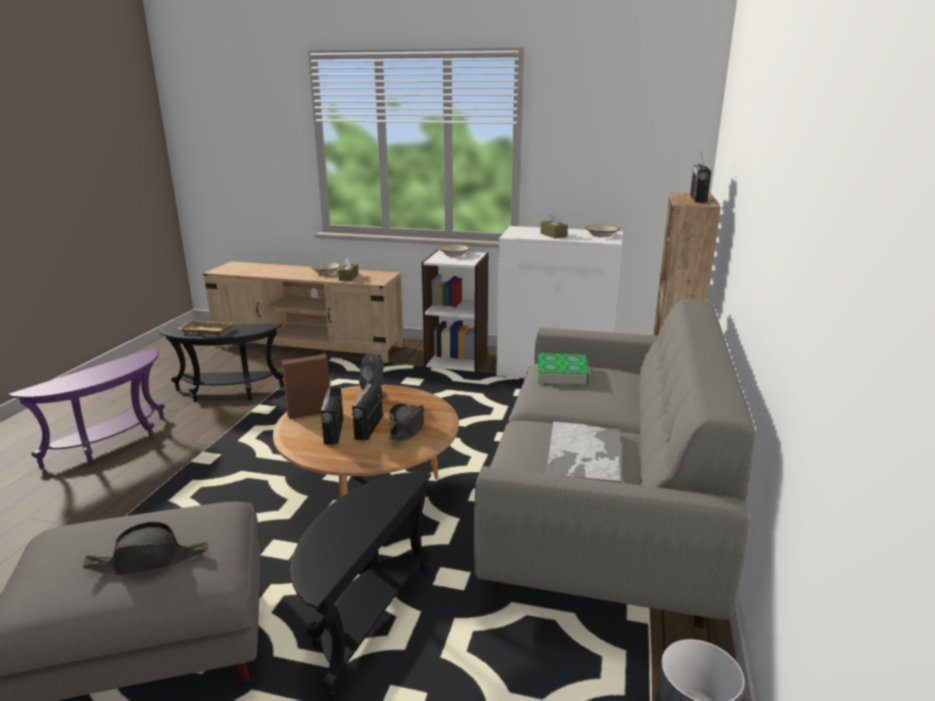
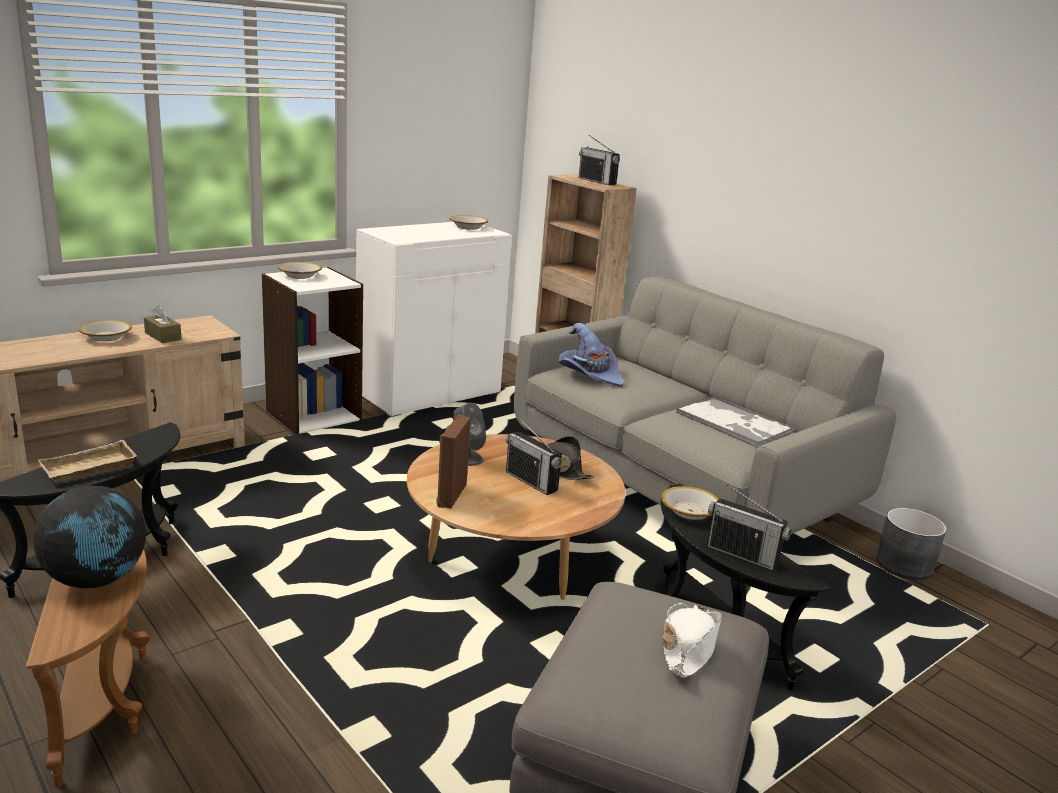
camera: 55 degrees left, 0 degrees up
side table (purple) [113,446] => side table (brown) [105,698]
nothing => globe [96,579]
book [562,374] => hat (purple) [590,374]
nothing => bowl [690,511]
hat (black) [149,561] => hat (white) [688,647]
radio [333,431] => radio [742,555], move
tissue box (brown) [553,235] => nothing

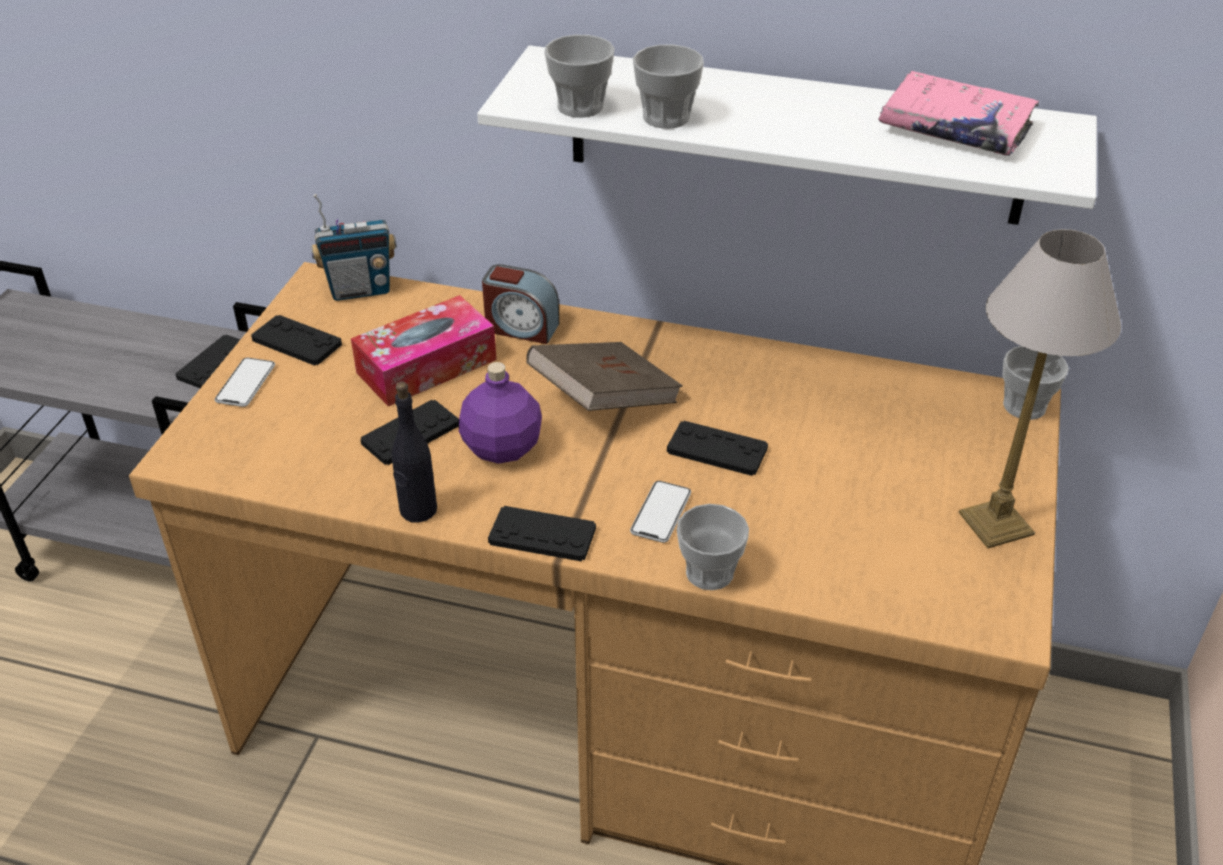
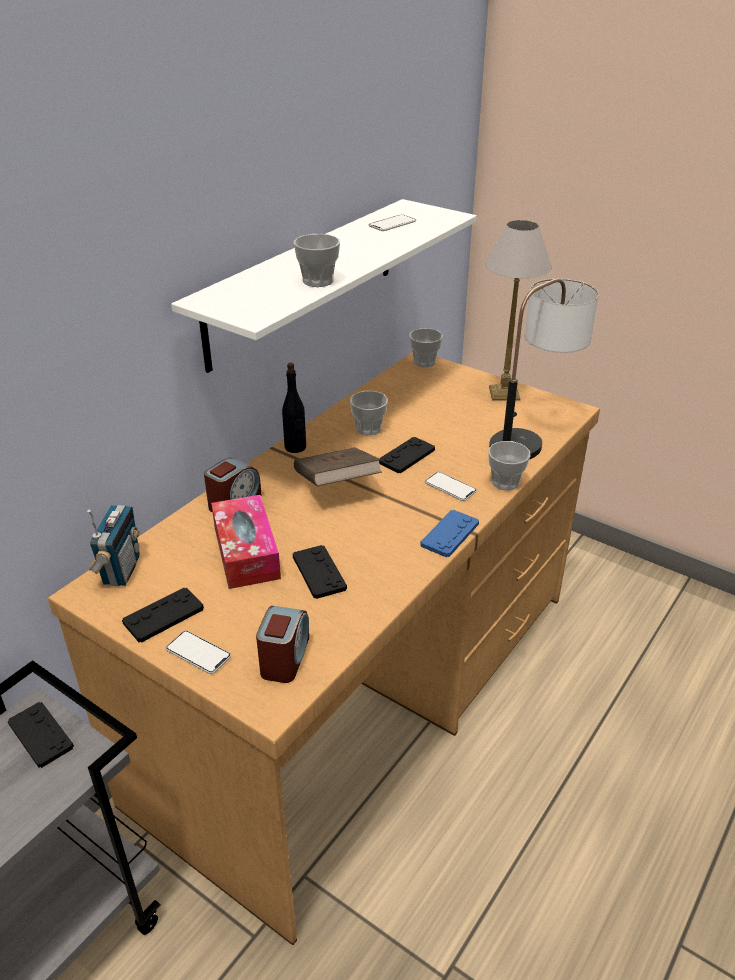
camera: 70 degrees left, 5 degrees down
nothing => alarm clock [285,658]
bottle (black) [418,510] => bottle (black) [295,447], move
cup [580,106] => cup [368,428], move
book (pink) [955,129] => phone [392,224]
game controller (black) [542,535] => game controller (blue) [450,534]
nothing => table lamp [532,437]
bottle (purple) [501,447] => nothing

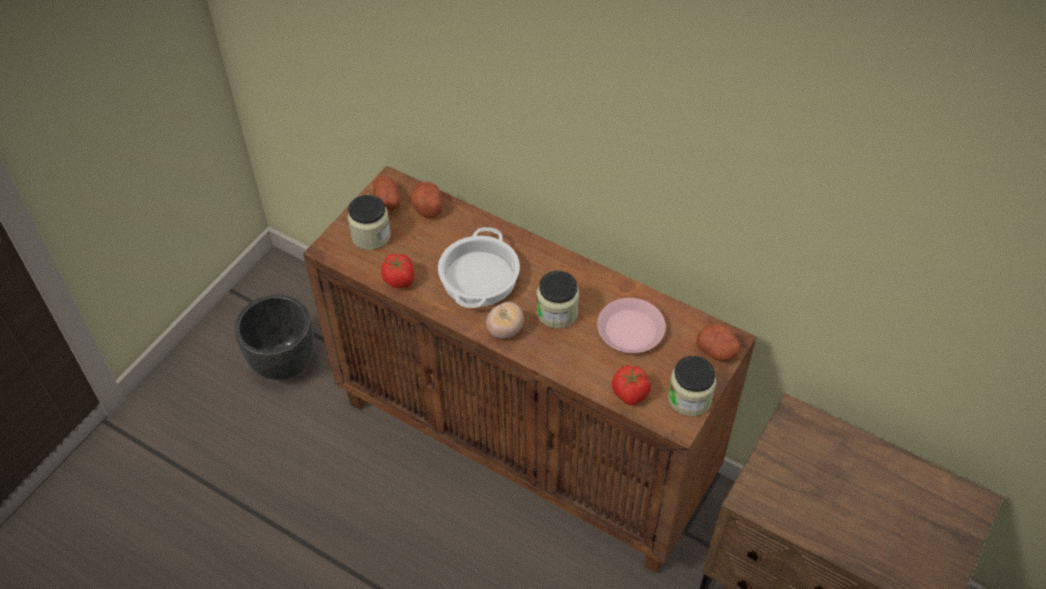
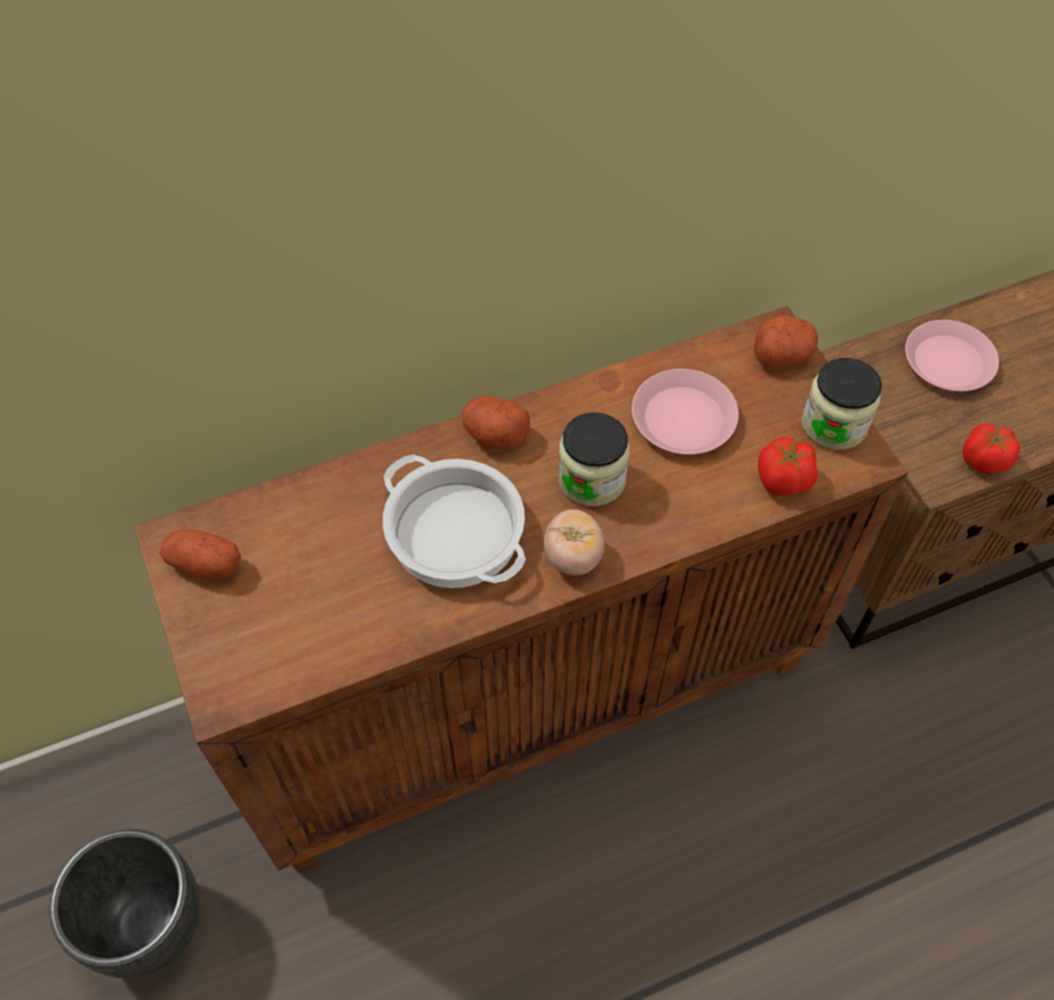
camera: 55 degrees left, 5 degrees up
potato [427,207] => potato [494,434], move
nothing => plate (pink) [948,362]
tomato [399,279] => tomato [983,460], move
jar [371,235] => nothing

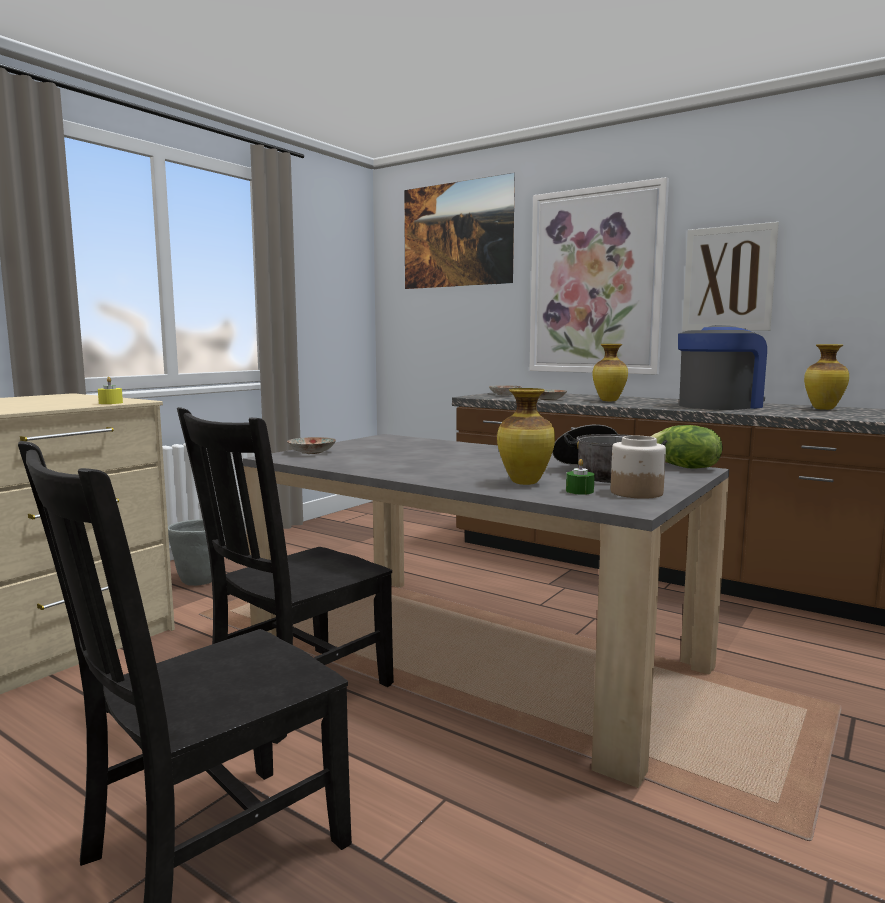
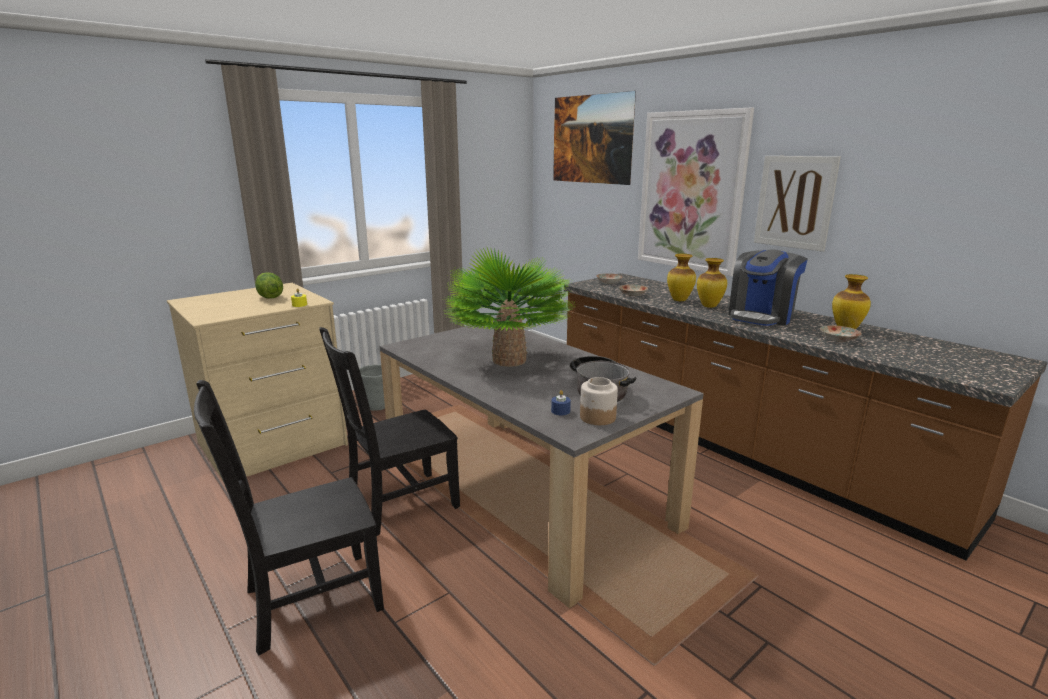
camera: 15 degrees right, 10 degrees up
lettuce [684,467] => lettuce [269,297], move
nothing => potted plant [509,360]
candle (green) [579,491] => candle (blue) [560,411]
vase [526,483] => vase [709,306], move
coffee machine [720,406] => coffee machine [761,316], 150 degrees clockwise
plate [312,452] => plate [838,339], move

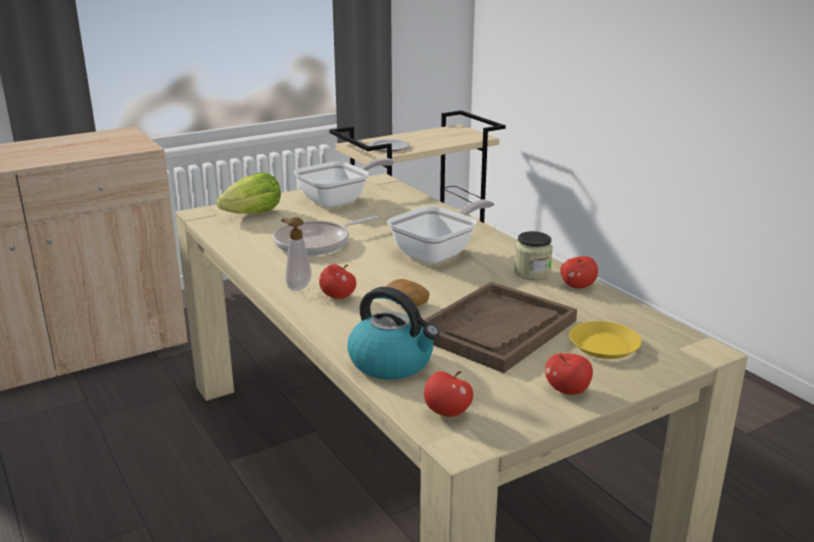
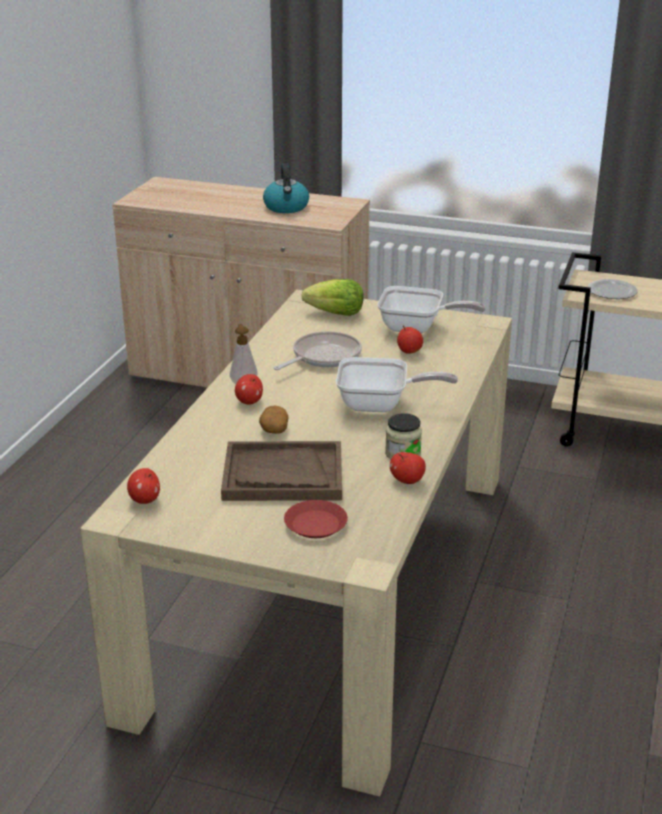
camera: 50 degrees right, 5 degrees up
kettle [392,363] => kettle [286,207], move
frying pan [317,243] => frying pan [323,357], 120 degrees clockwise
plate (yellow) [603,345] => plate (red) [315,524]
apple [567,390] => apple [409,351], move

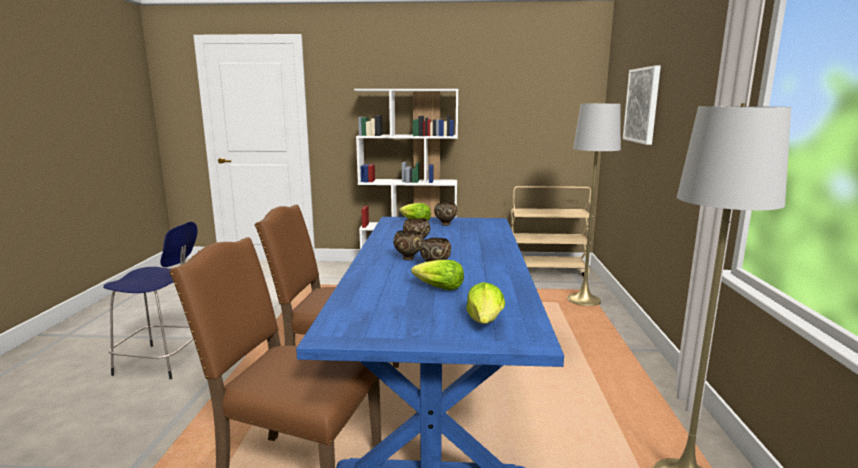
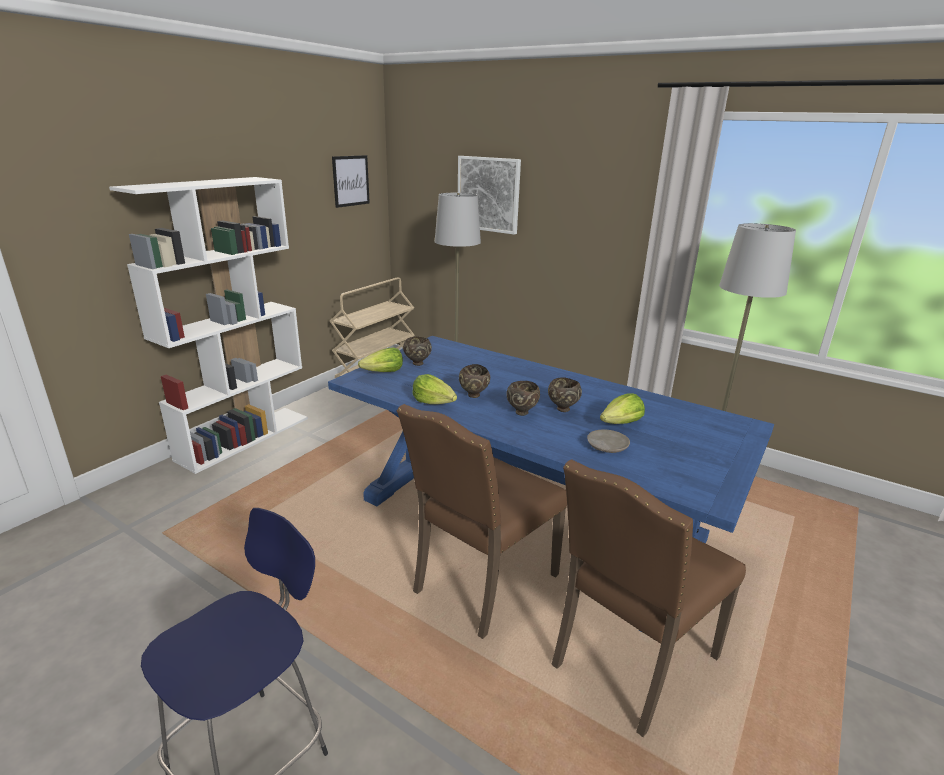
camera: 60 degrees left, 10 degrees up
nothing => picture [351,181]
lettuce [485,321] => lettuce [434,402], move
nothing => plate (beige) [606,447]

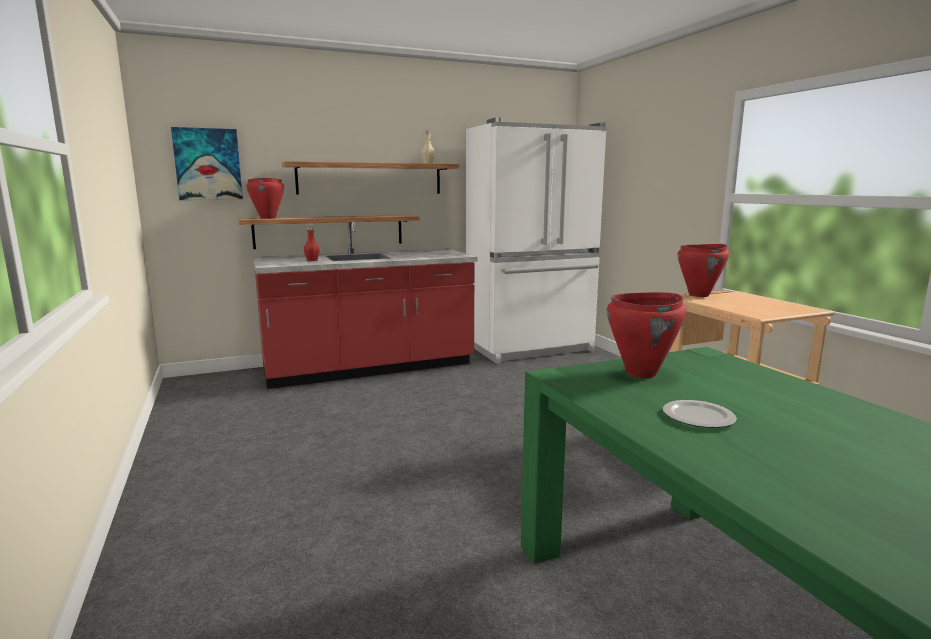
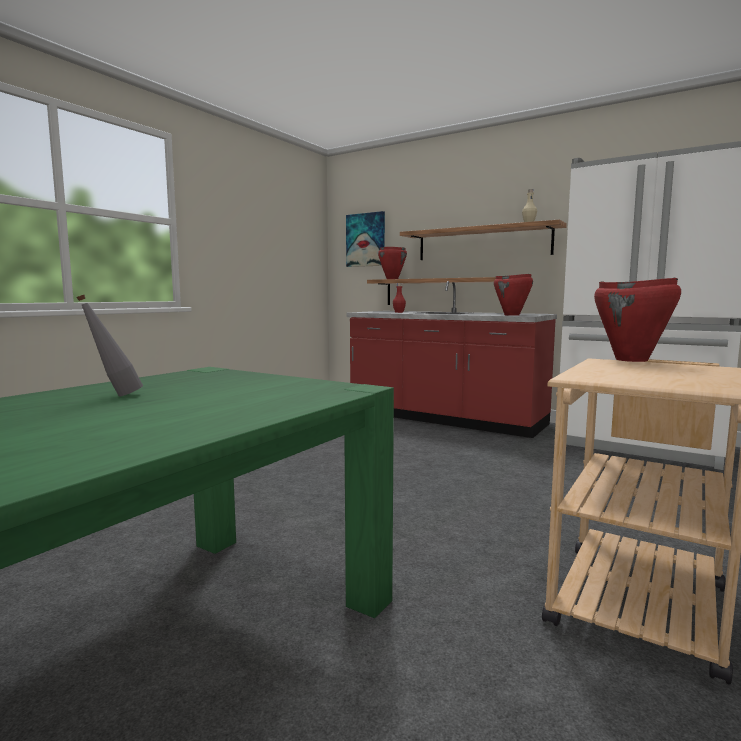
camera: 55 degrees right, 5 degrees down
plate [697,417] => bottle (grey) [114,396]
cooking pot (red) [642,373] => cooking pot (red) [512,315], move

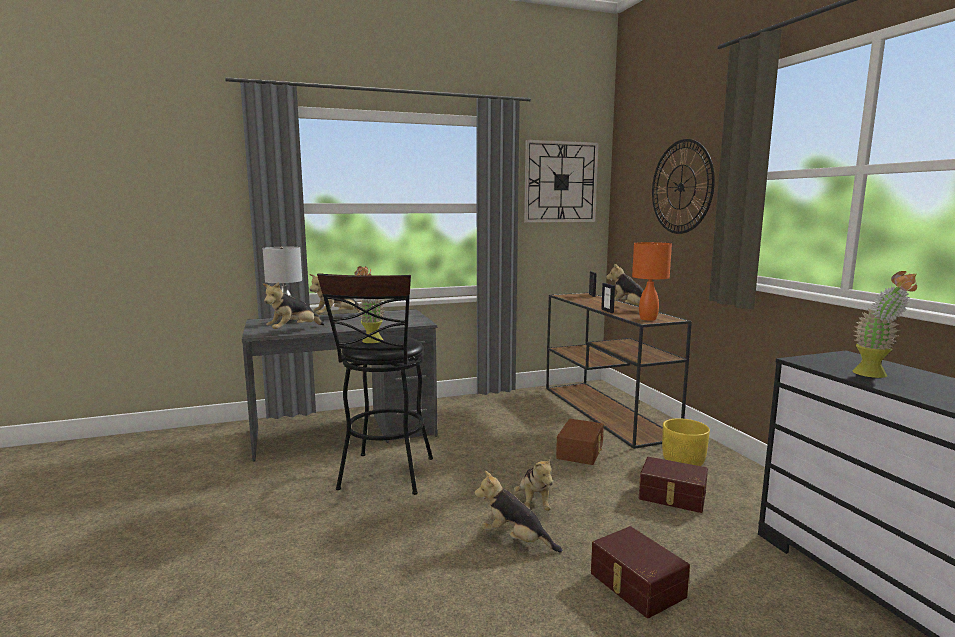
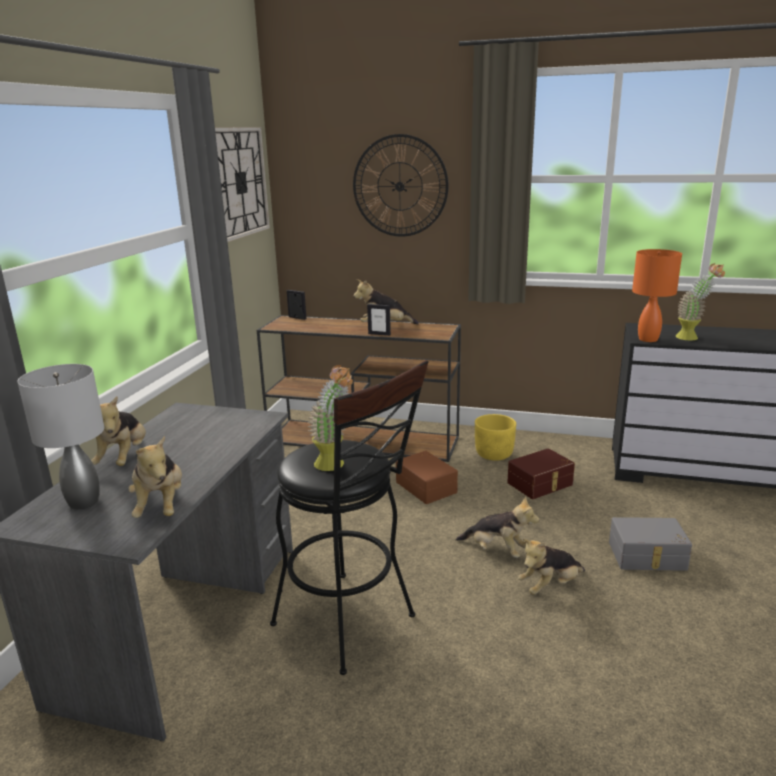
camera: 55 degrees left, 10 degrees up
storage box (brown) [636,585] => storage box (grey) [647,556]
table lamp (orange) [648,319] => table lamp (orange) [649,339], move

